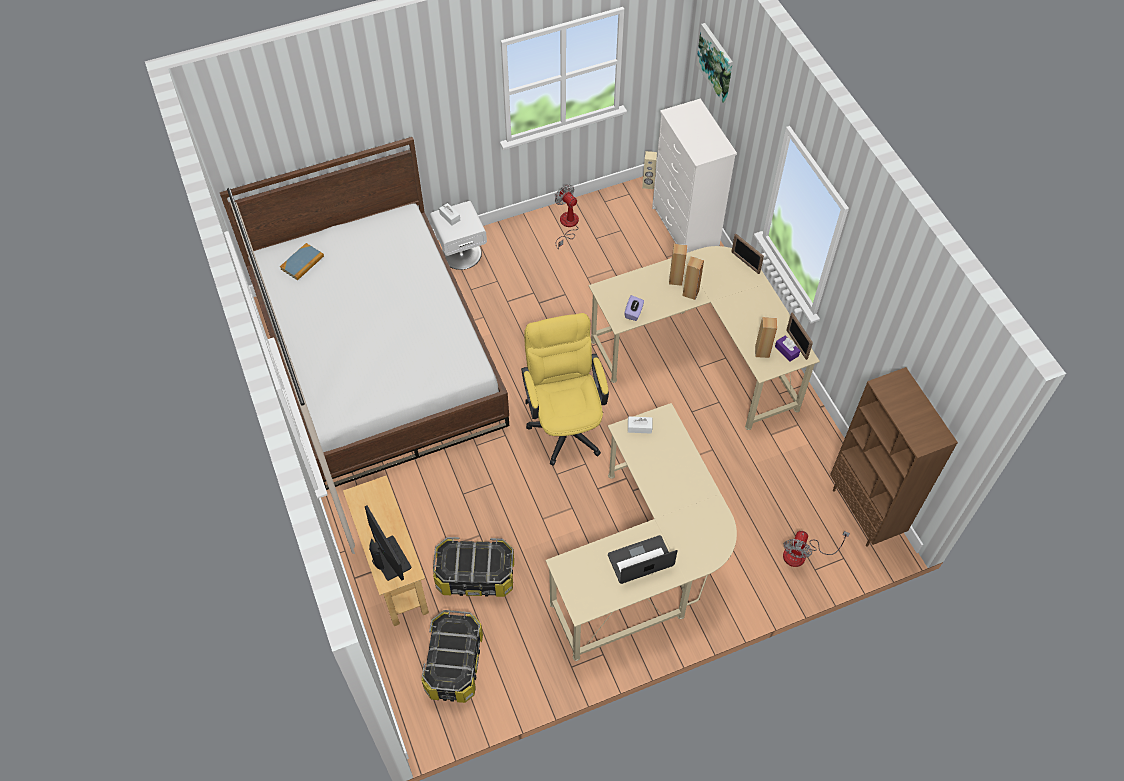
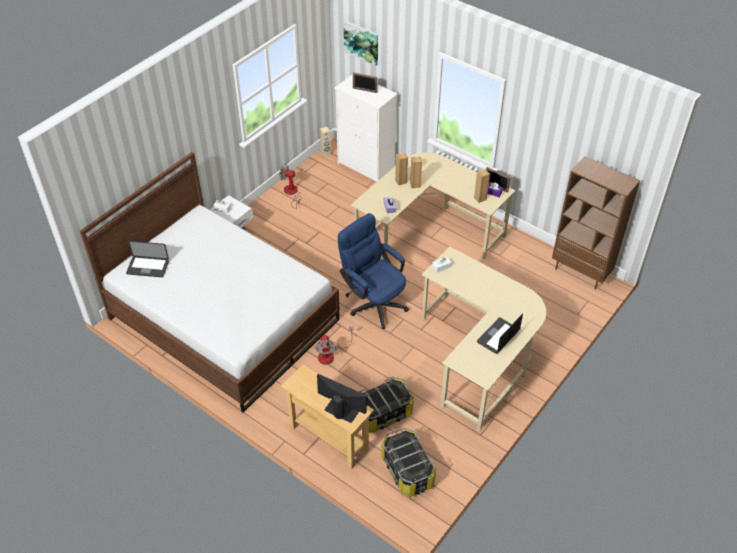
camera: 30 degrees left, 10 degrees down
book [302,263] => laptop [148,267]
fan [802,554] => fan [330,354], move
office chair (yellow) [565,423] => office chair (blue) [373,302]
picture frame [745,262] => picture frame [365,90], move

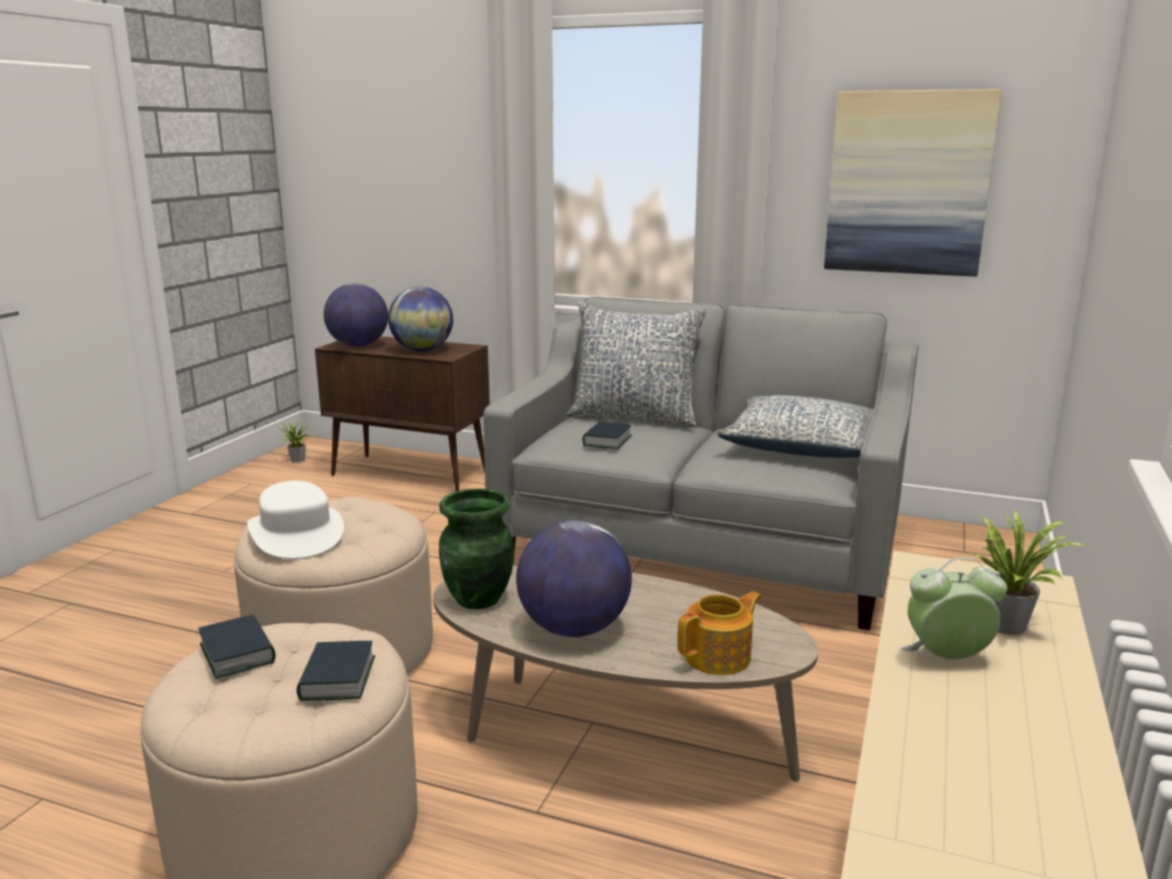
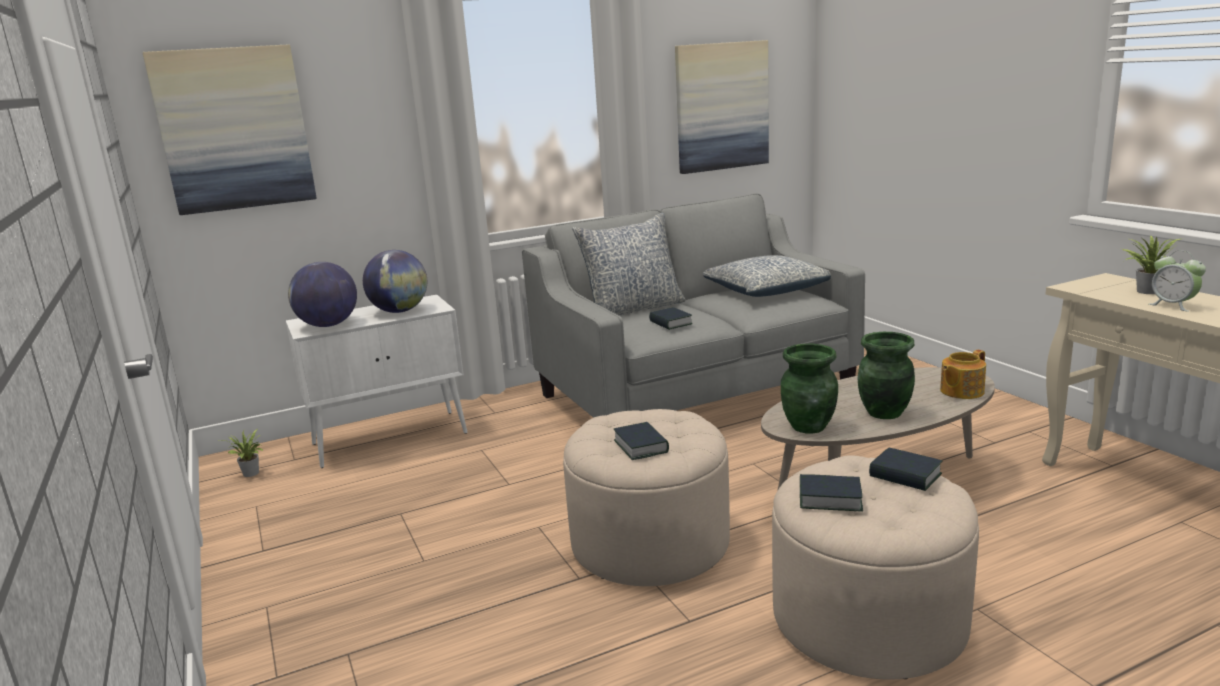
camera: 45 degrees left, 0 degrees up
nothing => picture [234,129]
cabinet (brown) [411,474] => cabinet (white) [391,438]
hat (white) [296,534] => book [641,446]
globe [574,629] => vase (green) [884,413]
teapot [719,657] => teapot [960,391], 135 degrees counterclockwise
alarm clock [947,658] => alarm clock [1173,305], 75 degrees counterclockwise

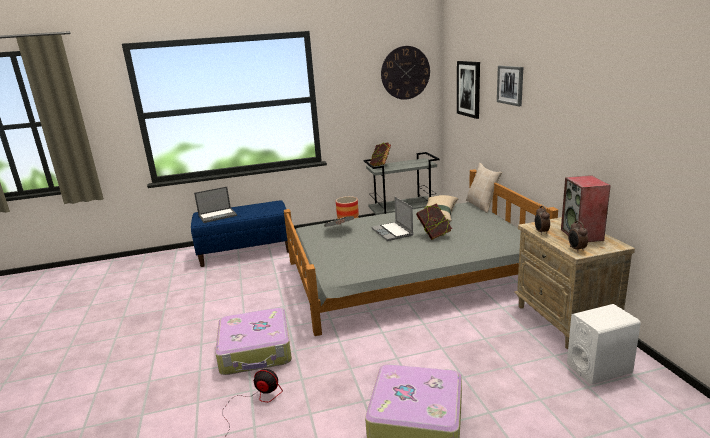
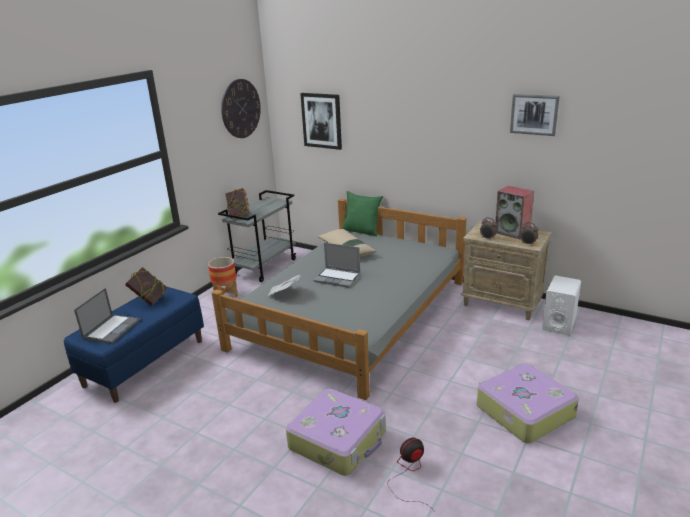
camera: 45 degrees left, 5 degrees up
book [434,235] => book [149,300], move
pillow (beige) [482,205] => pillow (green) [362,231]
picture [510,85] => picture [534,114], move

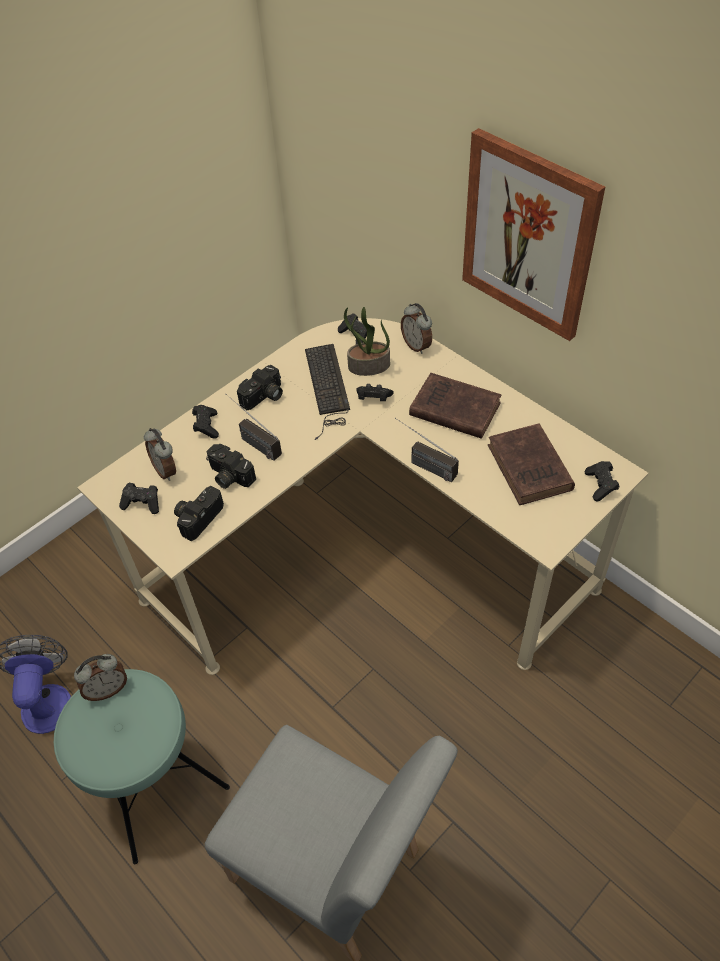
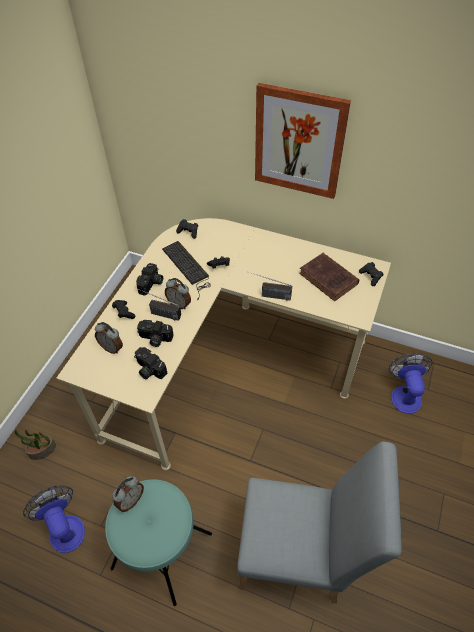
camera: 25 degrees left, 0 degrees up
potted plant [368,366] => potted plant [42,451], move
photo camera [198,517] => photo camera [148,369], 60 degrees counterclockwise
alarm clock [417,345] => alarm clock [179,304], move
nothing => fan [404,394]
game controller (black) [142,503] => nothing
book (brown) [452,409] => nothing

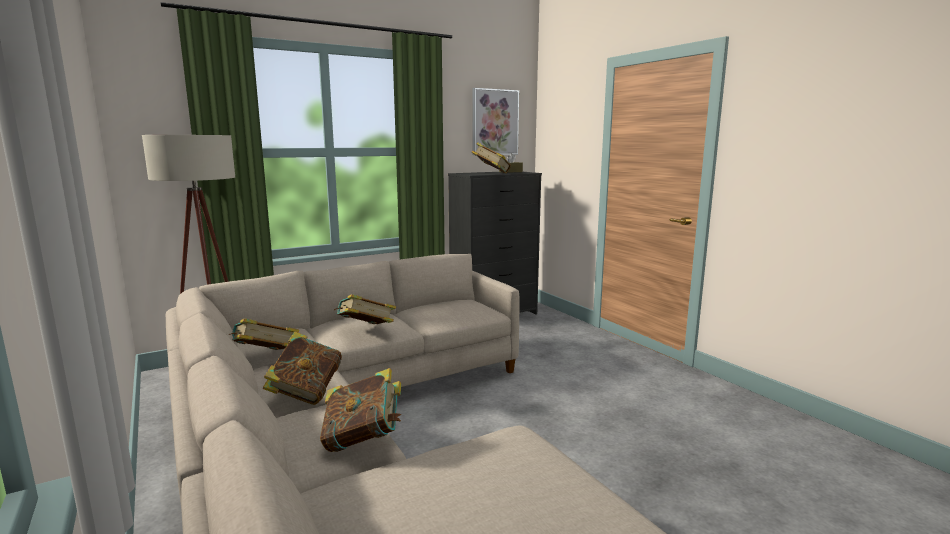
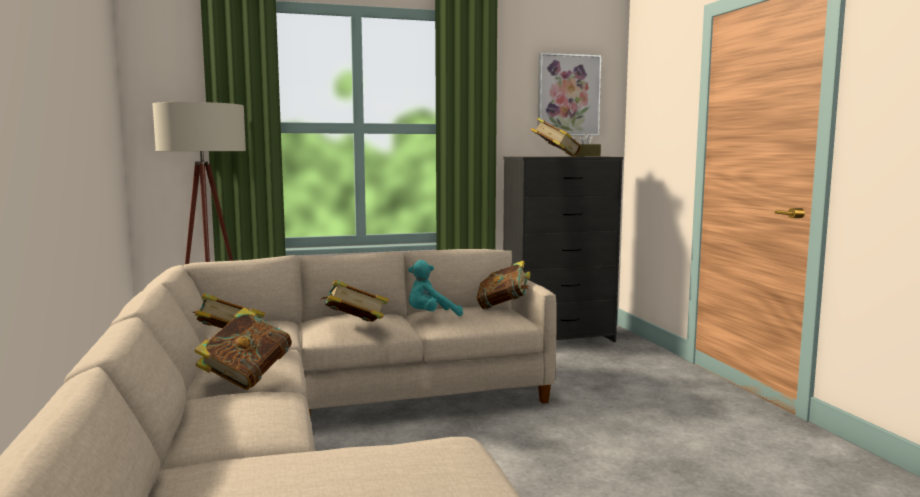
camera: 15 degrees right, 5 degrees down
nothing => plush toy (turquoise) [431,316]
book [363,439] => book [503,307], move

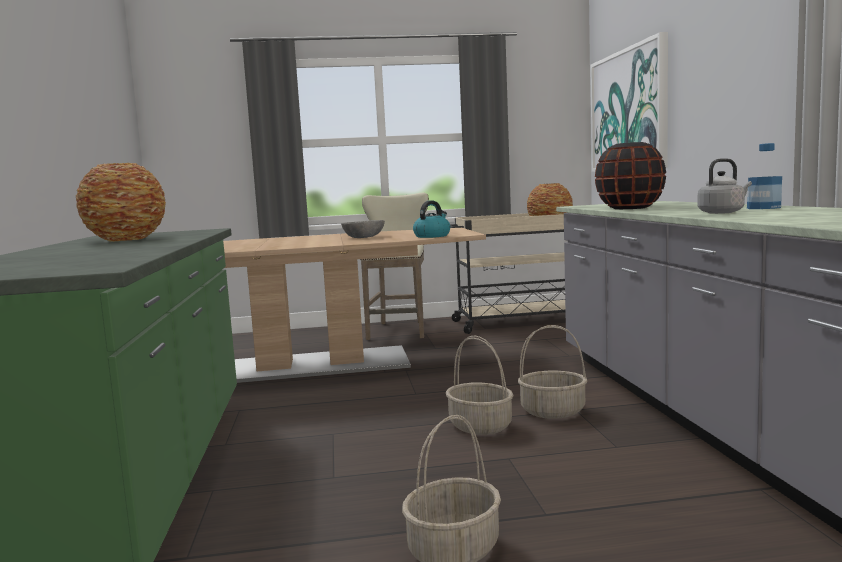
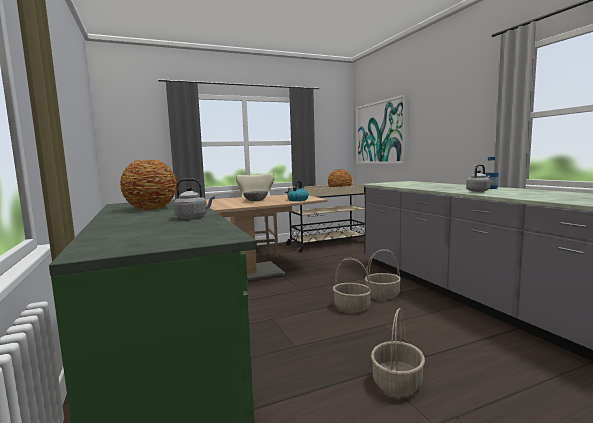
camera: 15 degrees left, 0 degrees up
nothing => kettle (grey) [193,217]
vase (black) [629,208] => nothing

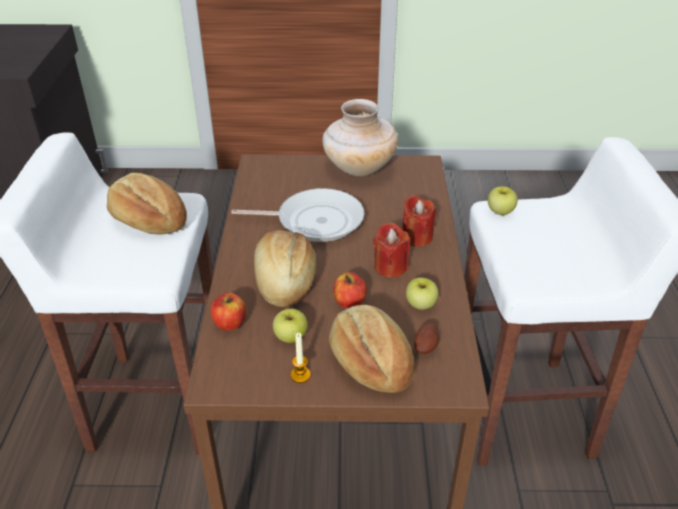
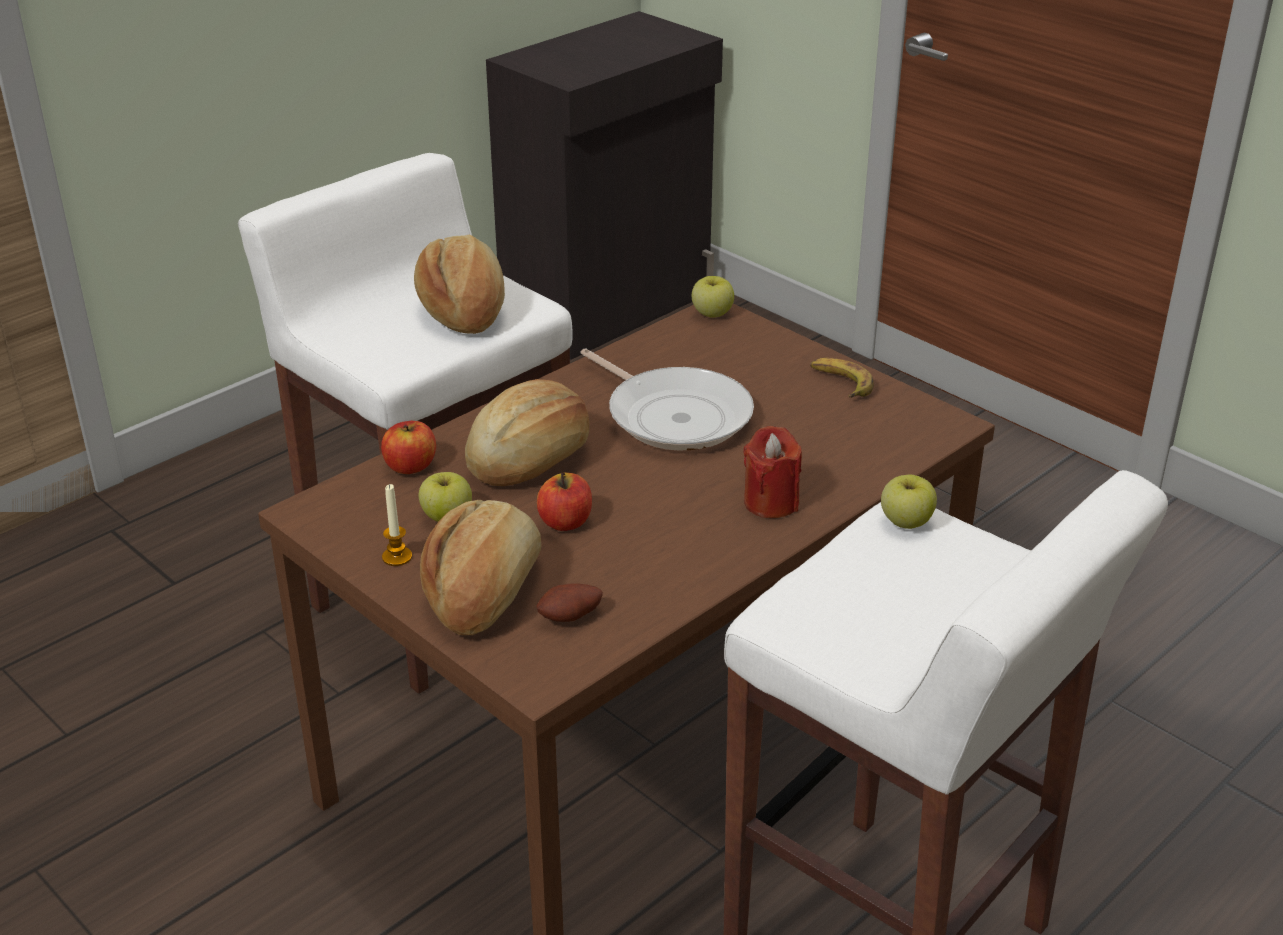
camera: 45 degrees right, 5 degrees down
apple [420,304] => apple [712,313], move
vase (beige) [359,168] => banana [840,383]
candle (red) [390,267] => nothing

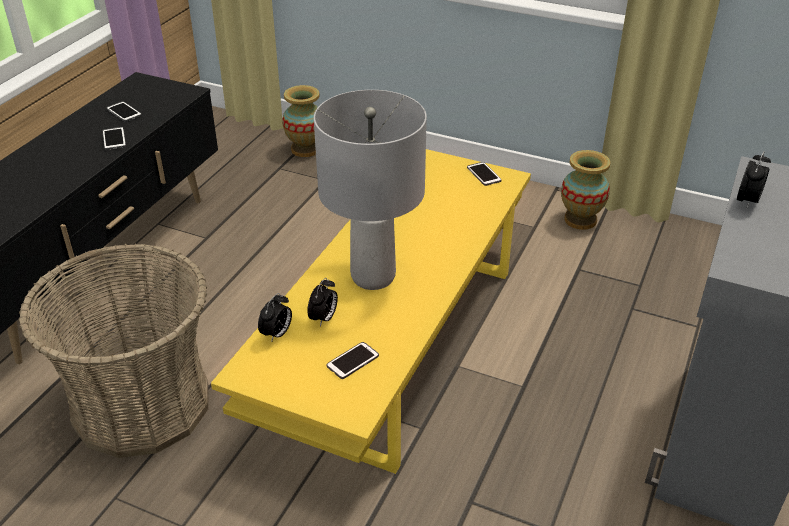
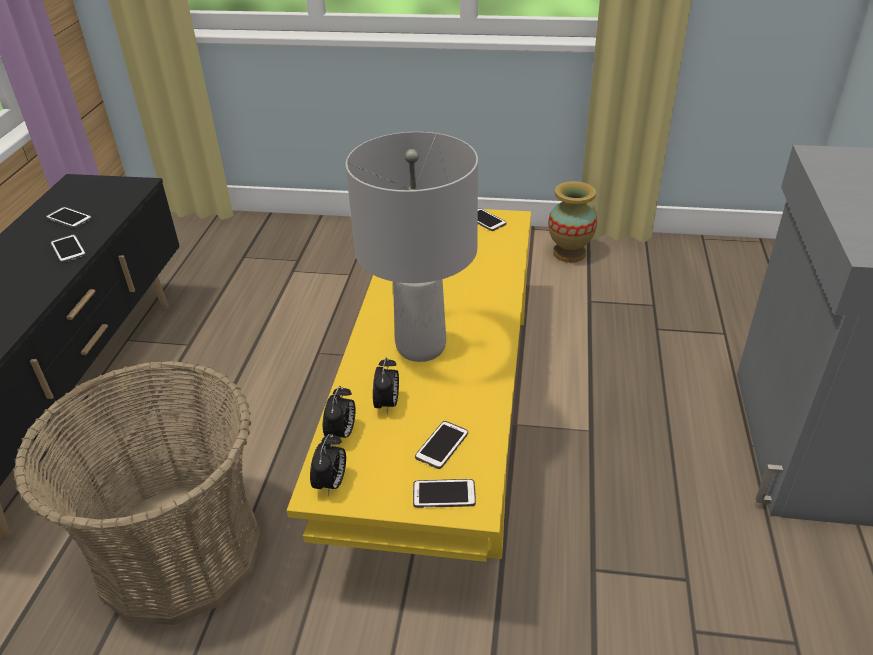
camera: 15 degrees left, 0 degrees up
alarm clock [747,201] => alarm clock [331,484], move
nothing => phone [444,494]
vase [305,149] => nothing

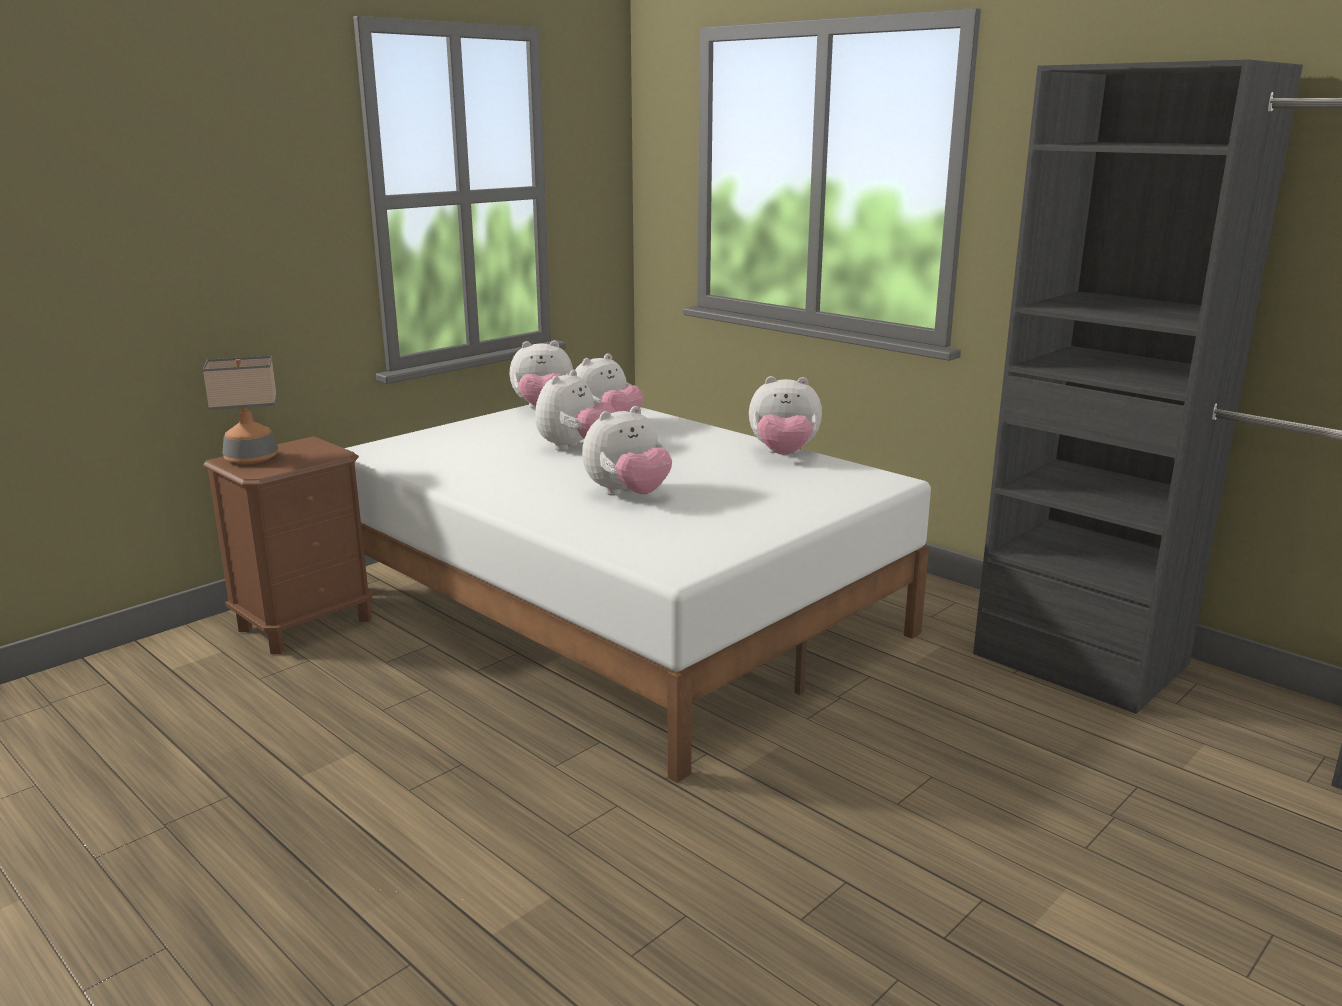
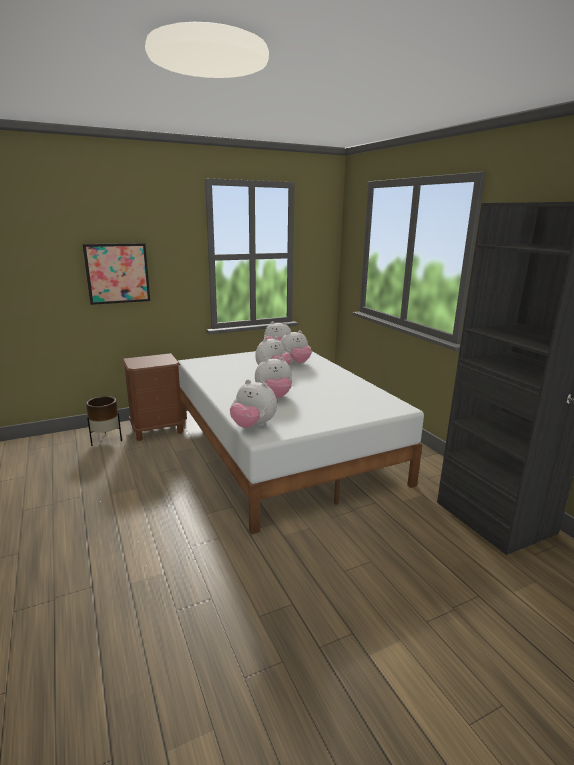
camera: 20 degrees right, 0 degrees up
nothing => picture [117,273]
nothing => planter (brown) [106,439]
plush toy [783,455] => plush toy [253,426], move
table lamp [251,459] => nothing

